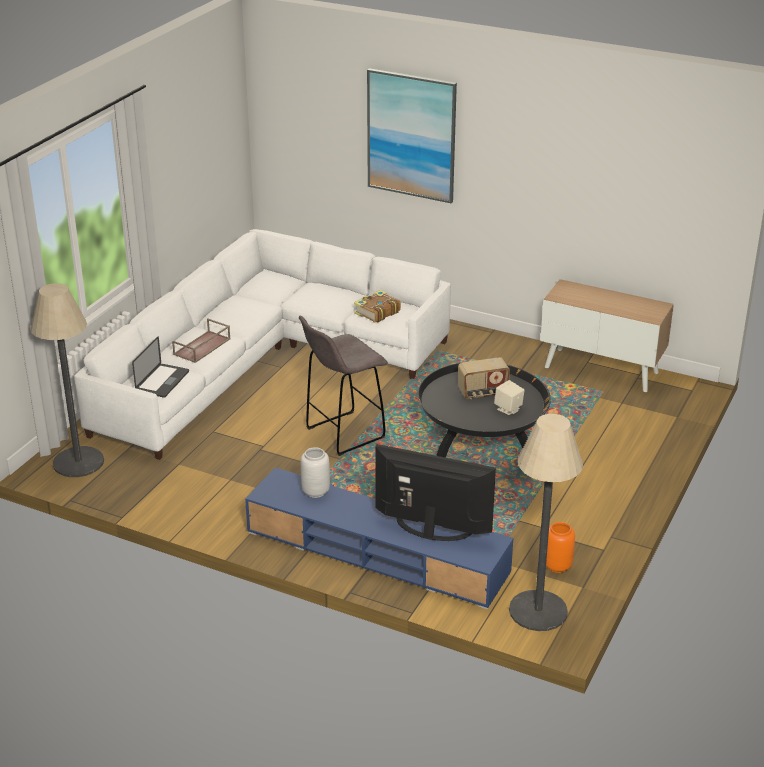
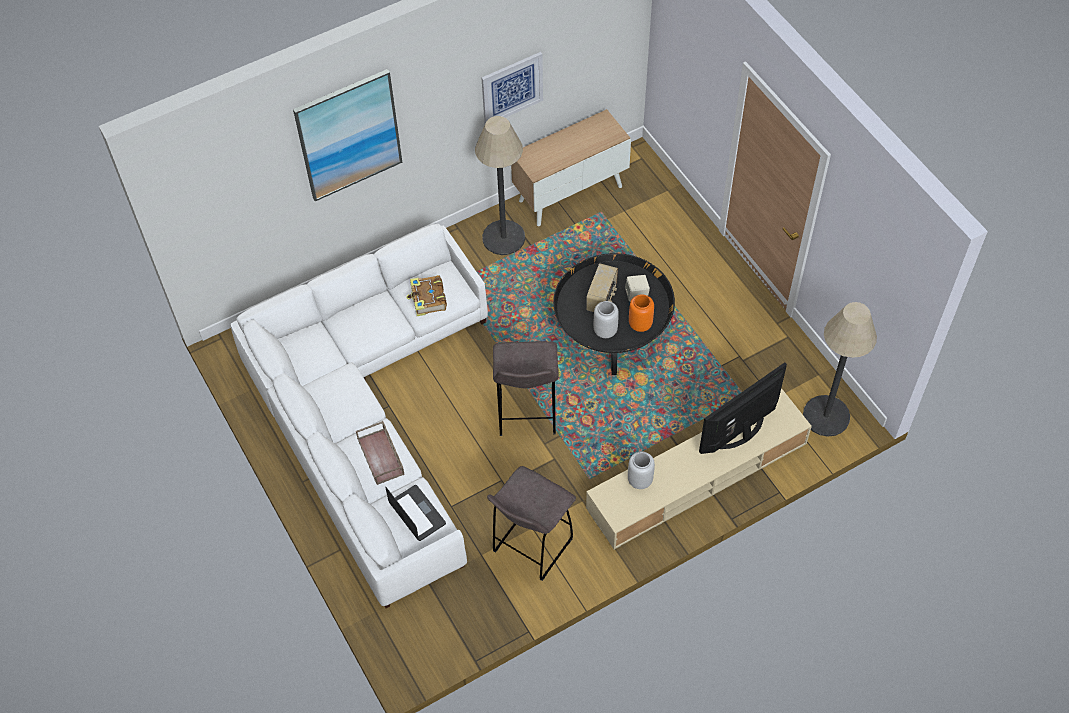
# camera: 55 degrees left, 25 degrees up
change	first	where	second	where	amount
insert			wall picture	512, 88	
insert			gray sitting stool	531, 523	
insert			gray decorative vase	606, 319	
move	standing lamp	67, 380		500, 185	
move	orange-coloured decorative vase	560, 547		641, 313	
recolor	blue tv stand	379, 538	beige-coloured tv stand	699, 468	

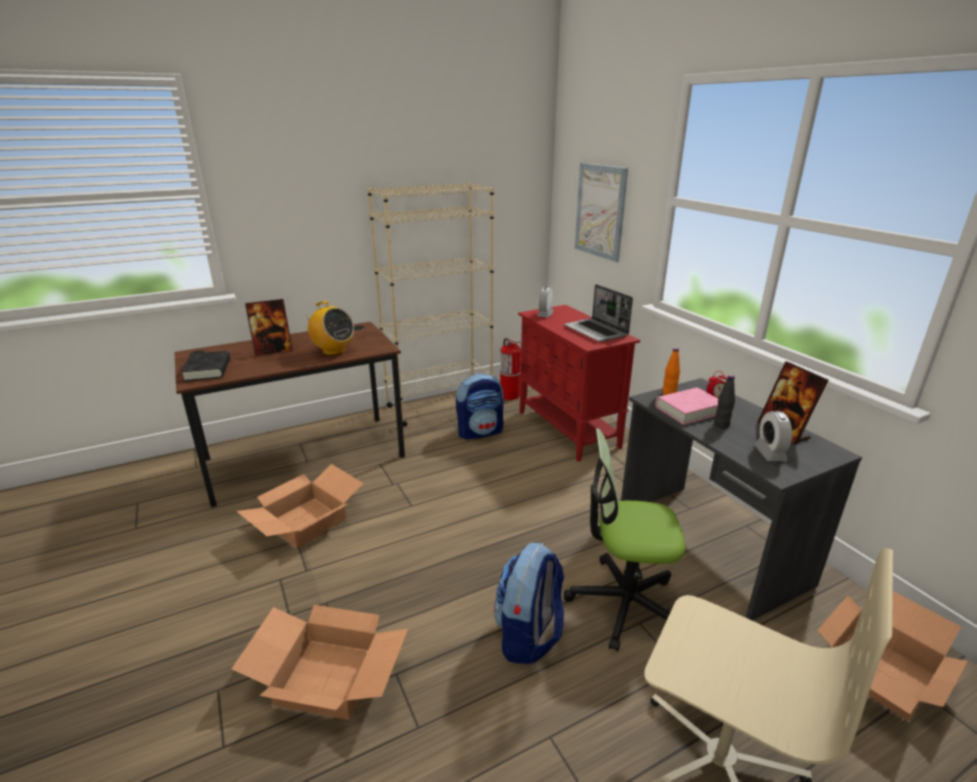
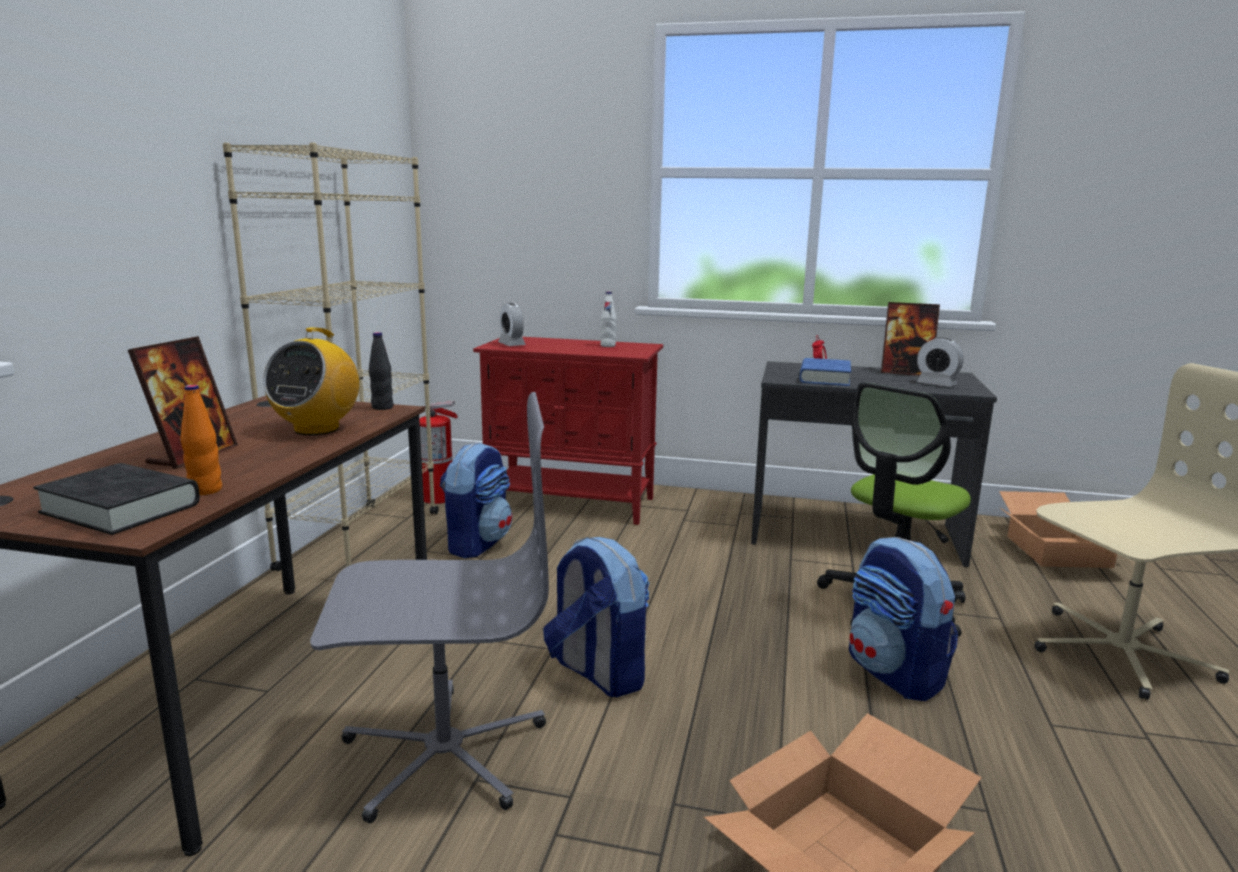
# camera: 50 degrees left, 10 degrees down
change	first	where	second	where	amount
delete	wall picture	601, 212			
insert			backpack	596, 617	
move	orange-coloured beverage bottle	671, 371		201, 440	
move	black-coloured beverage bottle	724, 402		381, 371	
replace	cardboard box	300, 506	gray office chair	429, 607	
replace	laptop	598, 313	whitish beverage bottle	608, 319	
recolor	pink bound book	687, 406	blue bound book	825, 372	
rotate	radio receiver	328, 328		311, 381	120 degrees clockwise

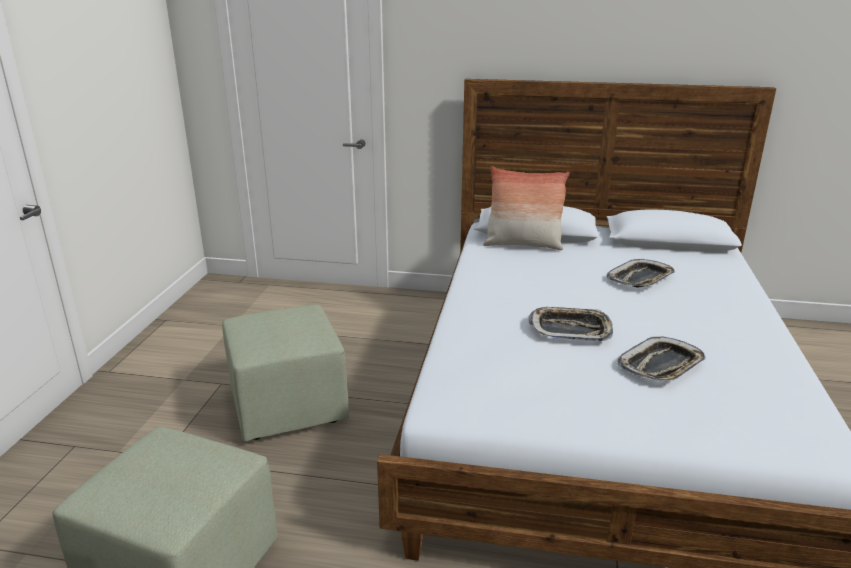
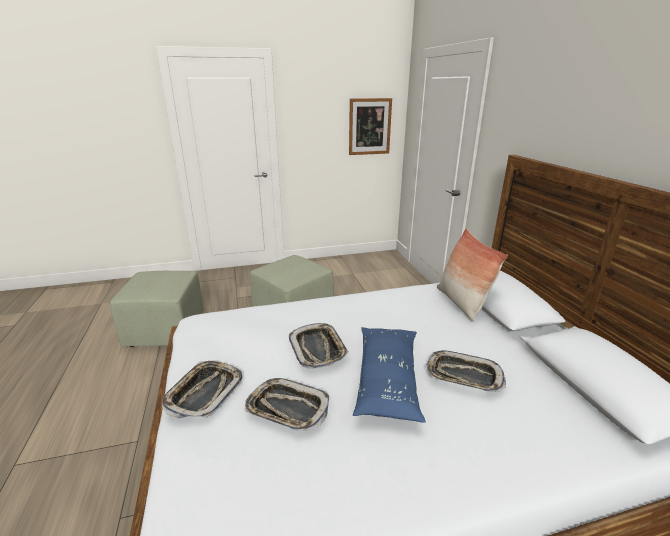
# camera: 65 degrees right, 0 degrees up
change	first	where	second	where	amount
insert			carrying tray	202, 390	
insert			wall picture	370, 126	
insert			blue pillow	389, 375	

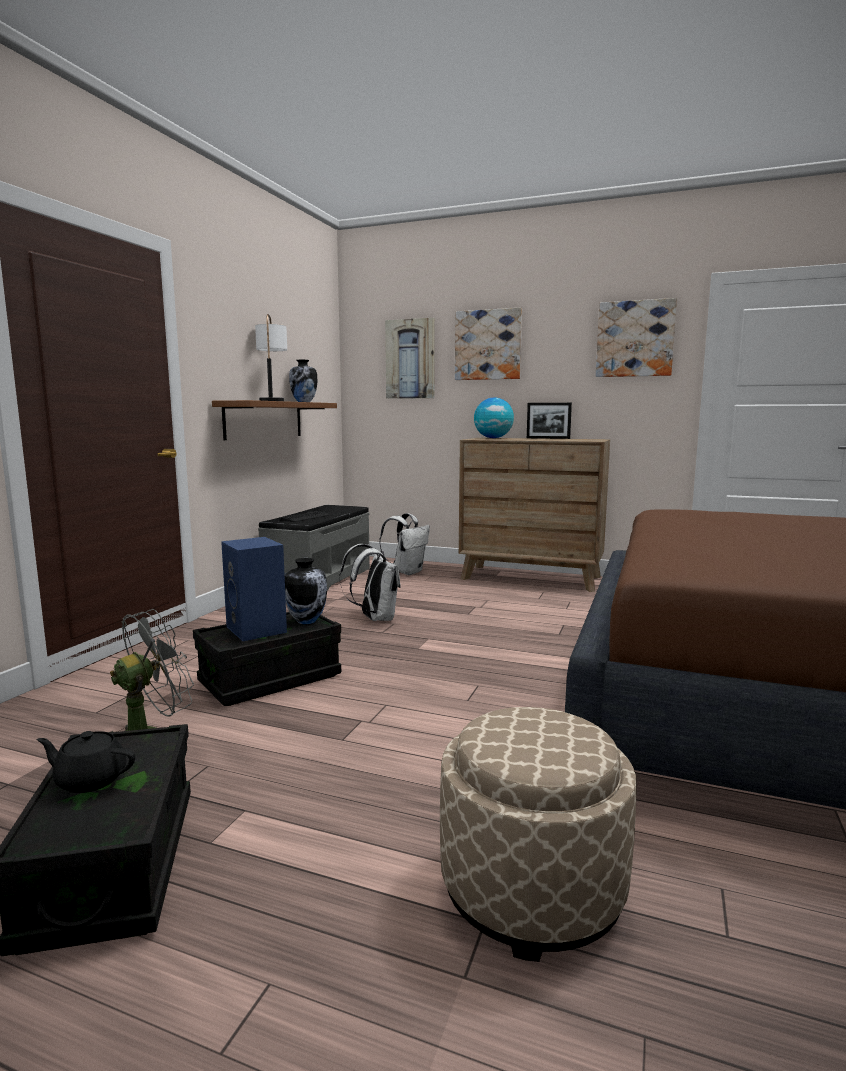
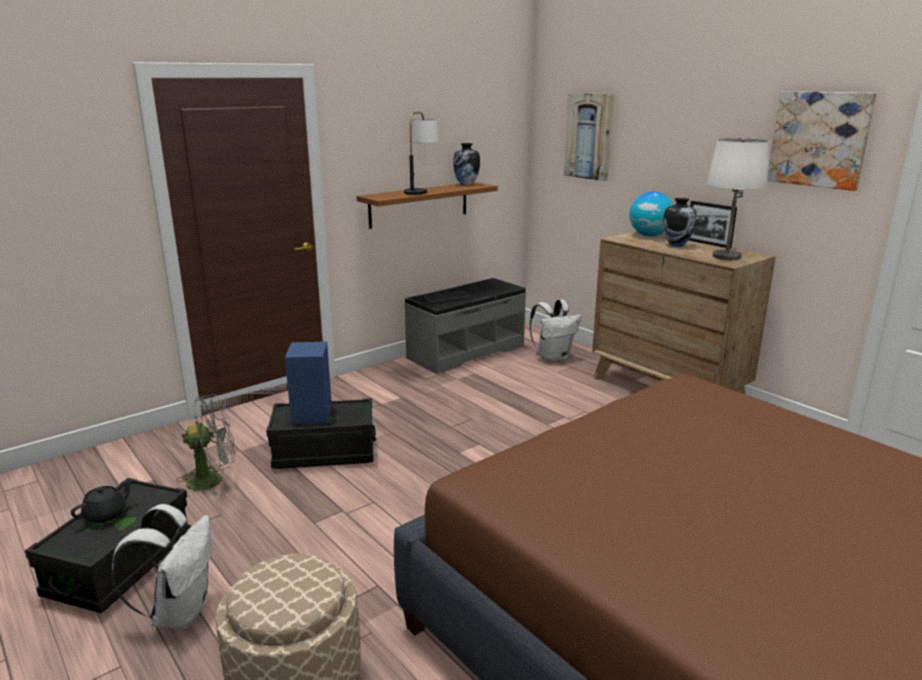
# camera: 30 degrees right, 10 degrees up
change	first	where	second	where	amount
delete	wall picture	488, 344			
insert			whitish tabletop lamp	738, 199	
move	decorative vase	306, 591		679, 222	
move	whitish backpack	369, 582		162, 567	
rotate	black-coloured teapot	86, 762		102, 501	90 degrees clockwise

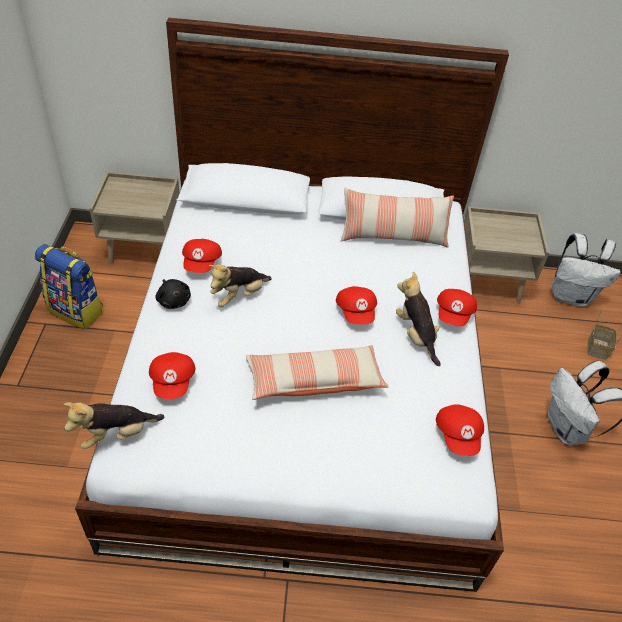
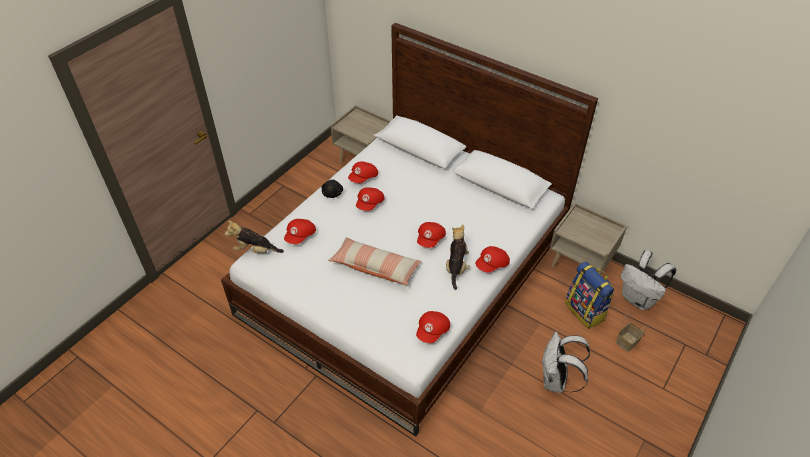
# camera: 35 degrees right, 0 degrees up
change	first	where	second	where	amount
delete	pillow	397, 218			
move	backpack	69, 286		589, 295	
replace	soft toy	240, 285	reddish peaked cap	370, 199	

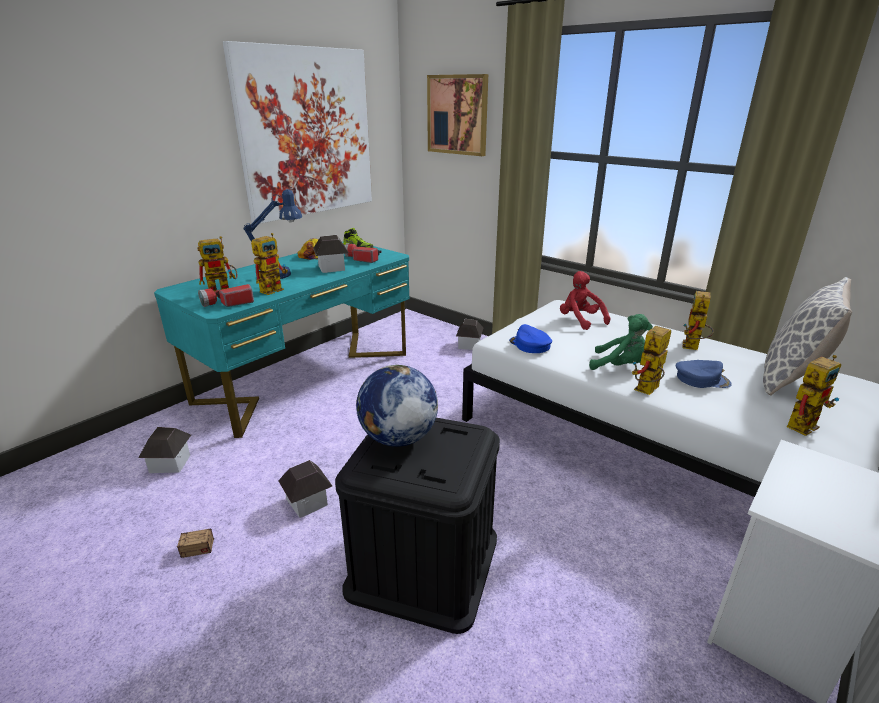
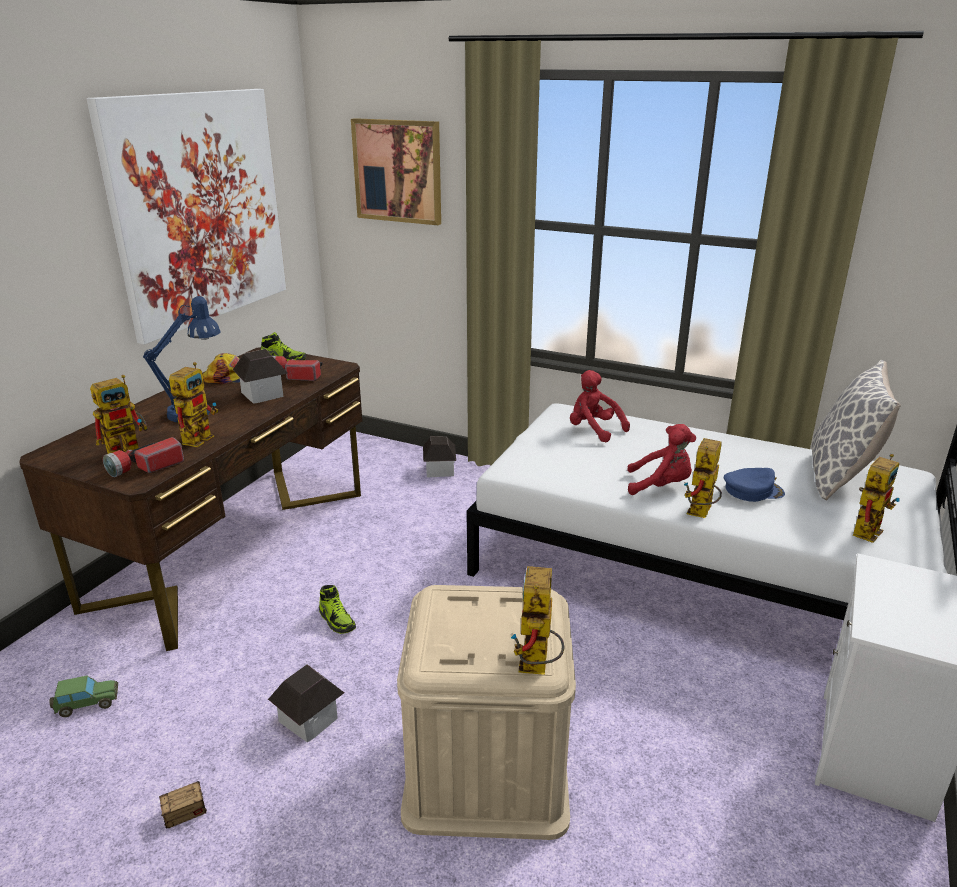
# camera: 15 degrees left, 0 degrees up
change	first	where	second	where	amount
delete	world globe	397, 406			
delete	blue peaked cap	530, 338			
insert			item of footwear	337, 609	
move	model robot	698, 320		538, 620	
replace	toy house	165, 450	model car	84, 696	
recolor	blue-green desk table	281, 339	brown desk table	190, 499	
recolor	black-coloured storage container	417, 526	beige-coloured storage container	486, 712	
recolor	green soft toy	621, 342	reddish soft toy	661, 459	

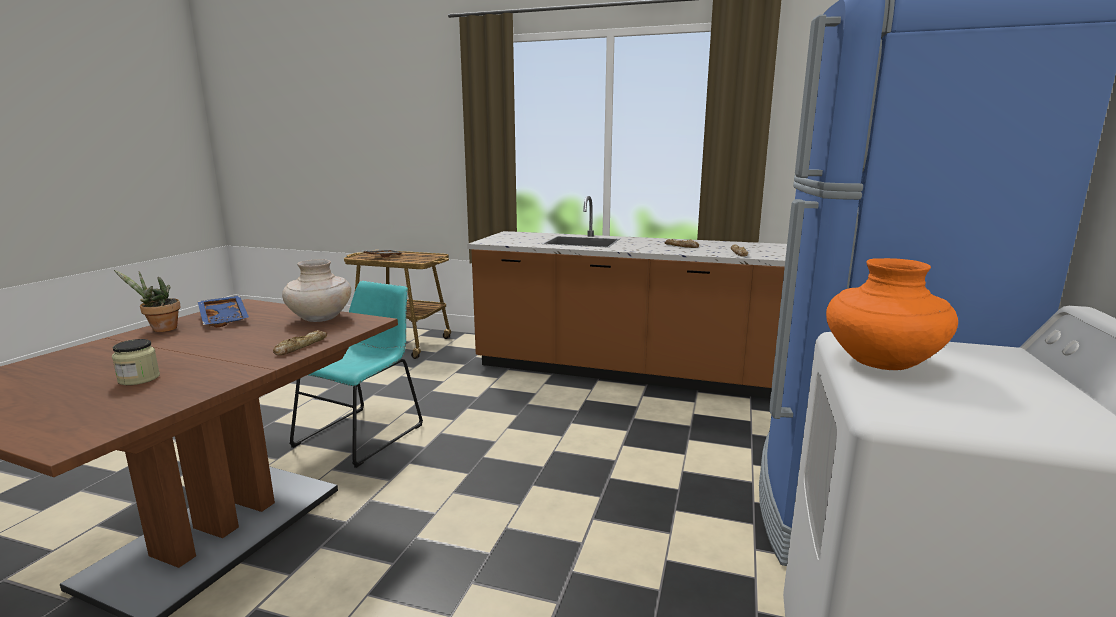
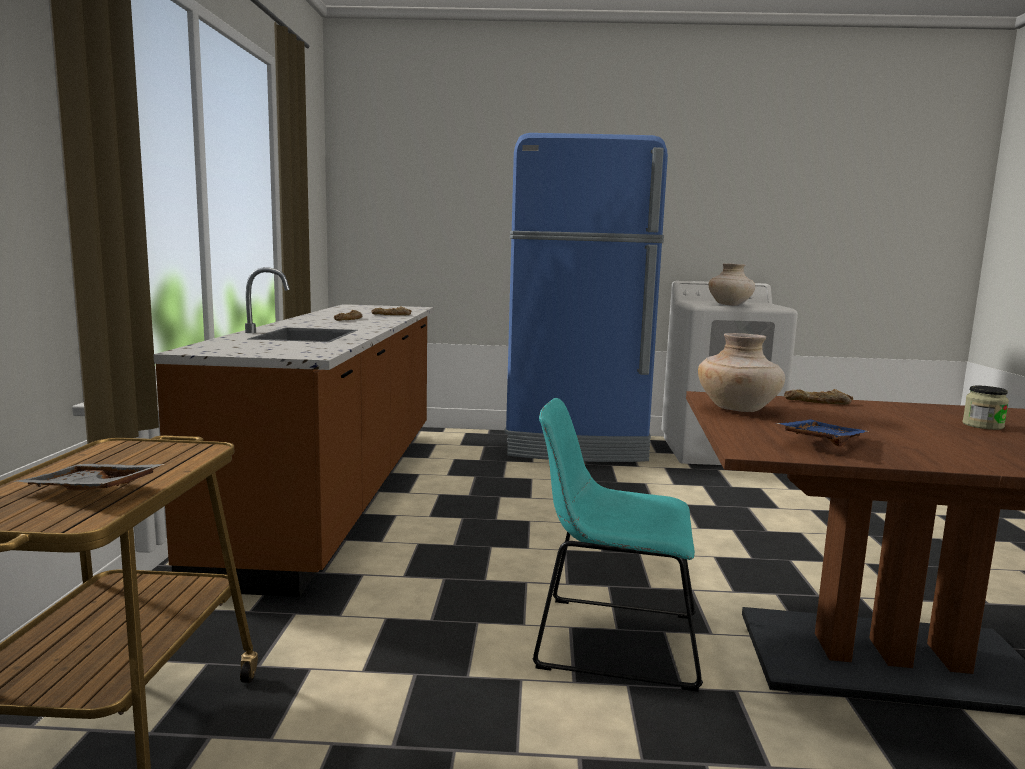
# camera: 105 degrees left, 5 degrees down
change	first	where	second	where	amount
delete	potted plant	147, 301			
recolor	orange-coloured decorative vase	892, 314	beige-coloured decorative vase	731, 284	

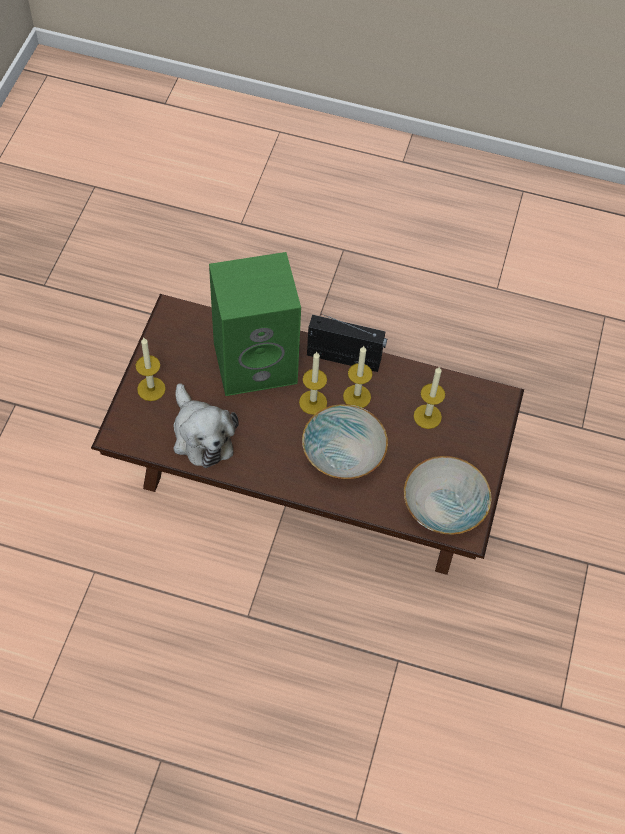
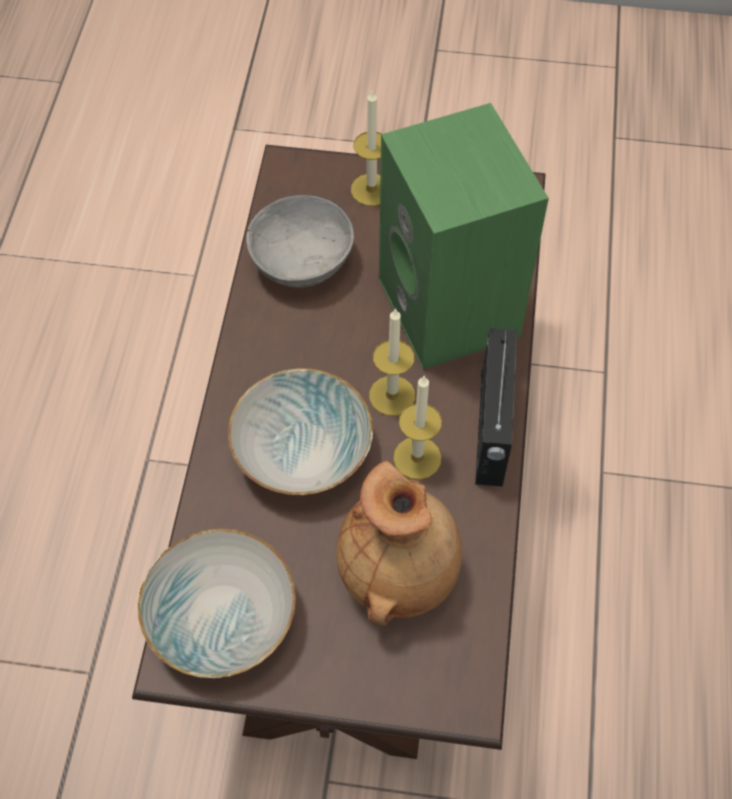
# camera: 85 degrees right, 0 degrees up
change	first	where	second	where	amount
replace	soft toy	206, 425	gray deep dish	300, 241	
replace	candle	429, 397	brown decorative vase	399, 543	

